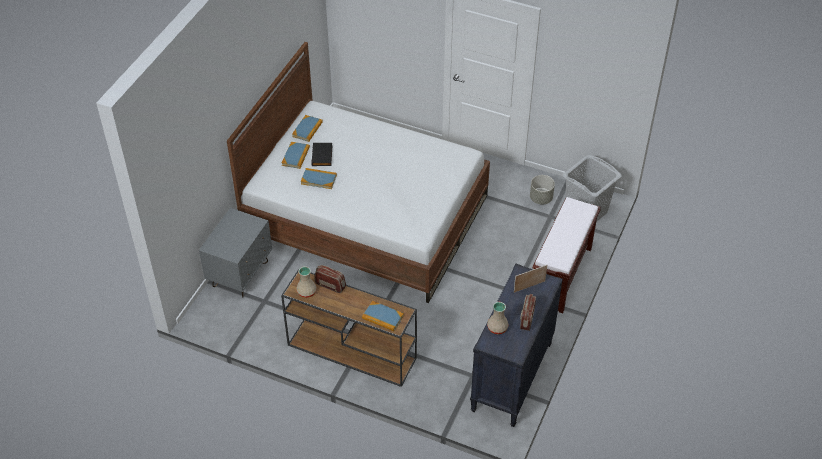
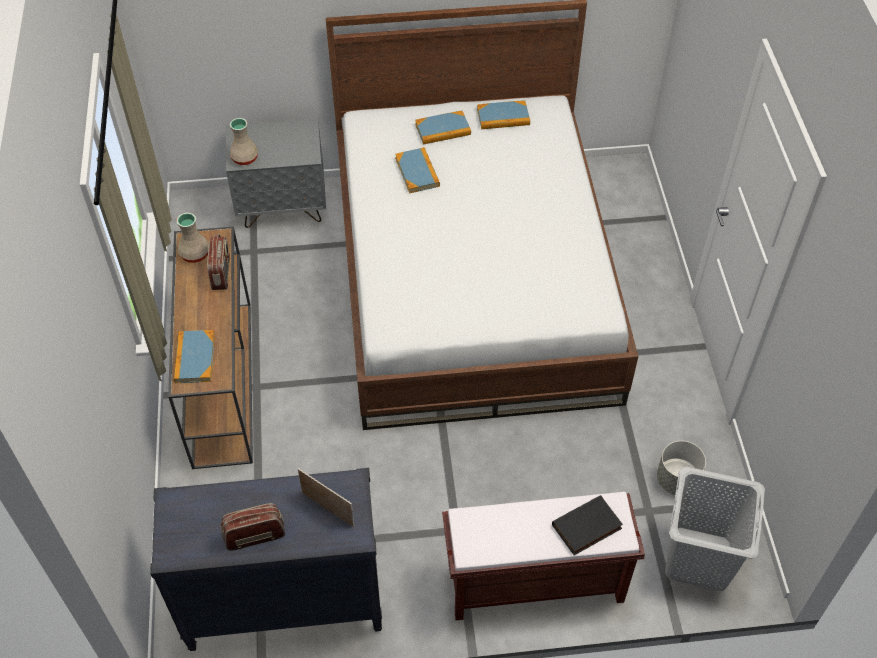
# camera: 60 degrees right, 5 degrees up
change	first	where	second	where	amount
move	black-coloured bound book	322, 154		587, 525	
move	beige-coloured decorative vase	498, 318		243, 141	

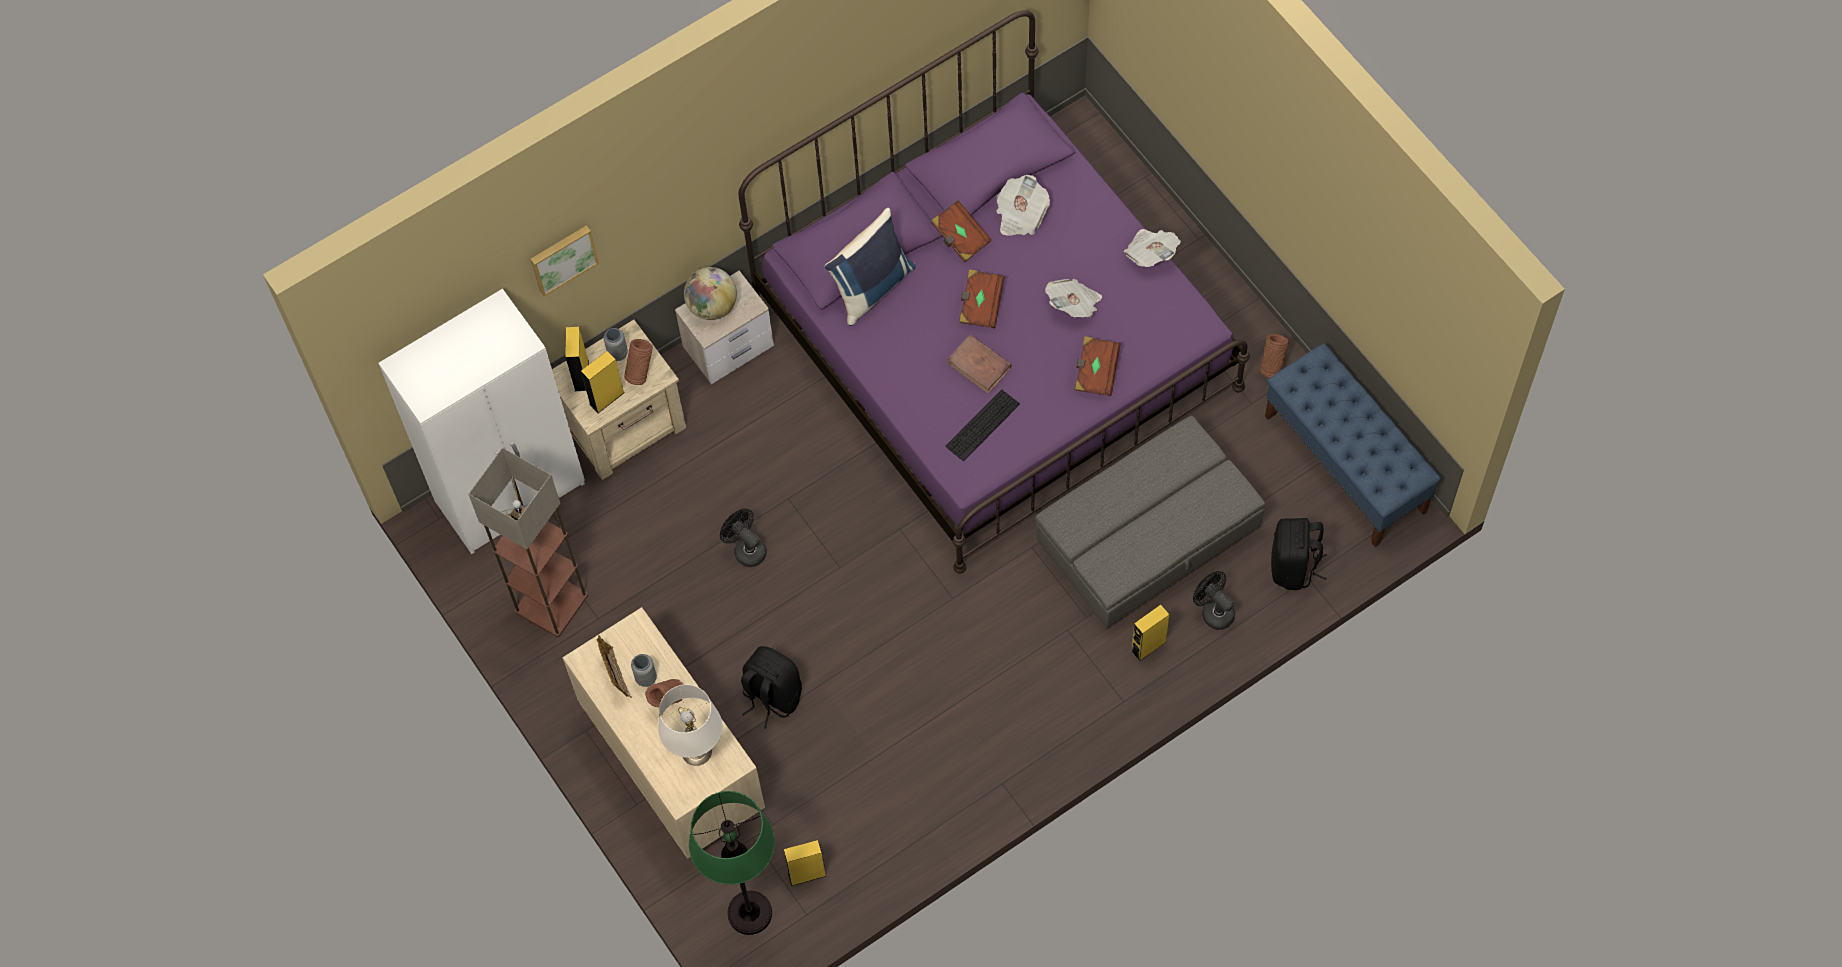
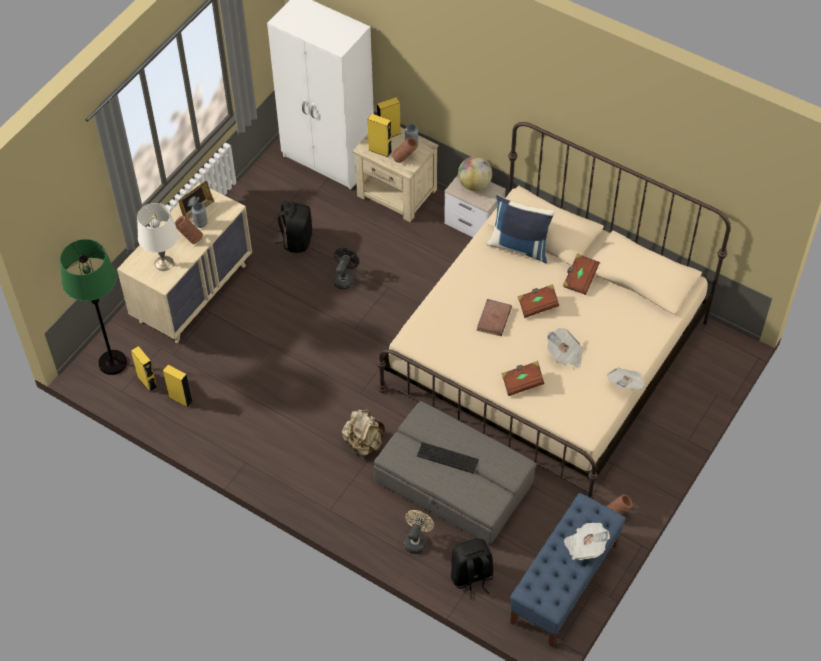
# camera: 65 degrees right, 10 degrees down
change	first	where	second	where	amount
delete	standing lamp	528, 542			
delete	wall picture	565, 261			
insert			beige-coloured backpack	363, 432	
move	black-coloured backpack	771, 687		293, 227	
move	PC keyboard	982, 425		448, 458	
move	daily paper	1023, 205		587, 541	
move	yellow audio speaker	1150, 633		178, 386	
recolor	purple-coloured sleeping bed	994, 292	beige-coloured sleeping bed	554, 311	
recolor	black-coloured electric fan	1214, 600	beige-coloured electric fan	419, 532	

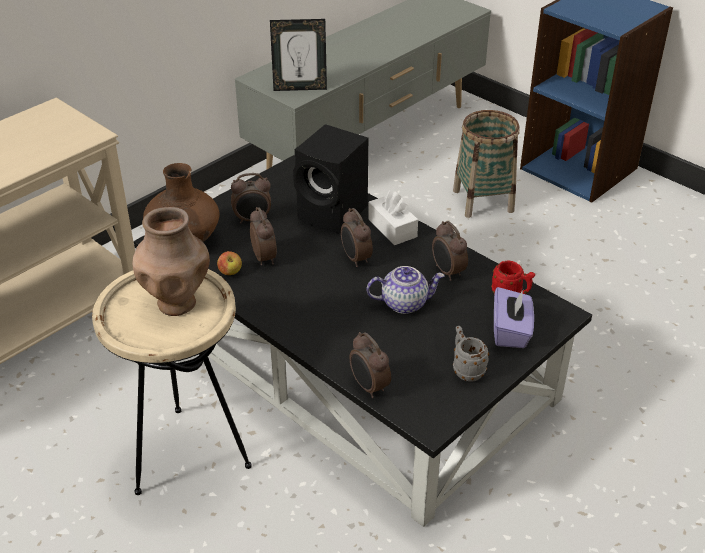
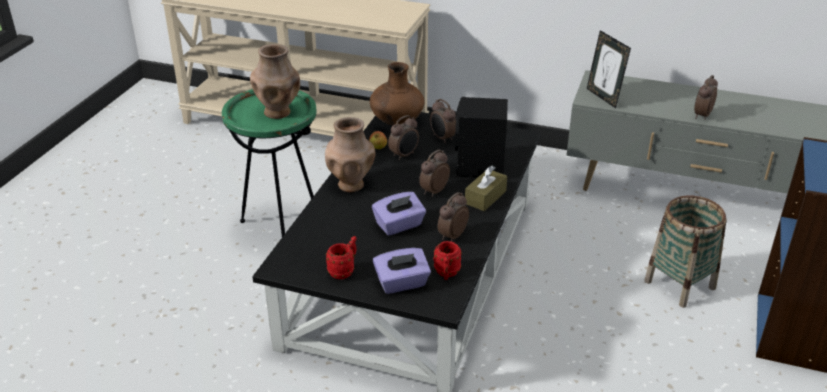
# camera: 65 degrees right, 5 degrees down
change	first	where	second	where	amount
insert			brown decorative vase	350, 154	
move	table clock	370, 365		706, 97	
replace	teapot	405, 290	purple-coloured tissue box	399, 214	
recolor	beige-coloured accent table	172, 382	green accent table	269, 163	
recolor	whitish tissue box	393, 217	brown tissue box	486, 188	
recolor	gray tea mug	471, 354	reddish tea mug	341, 257	

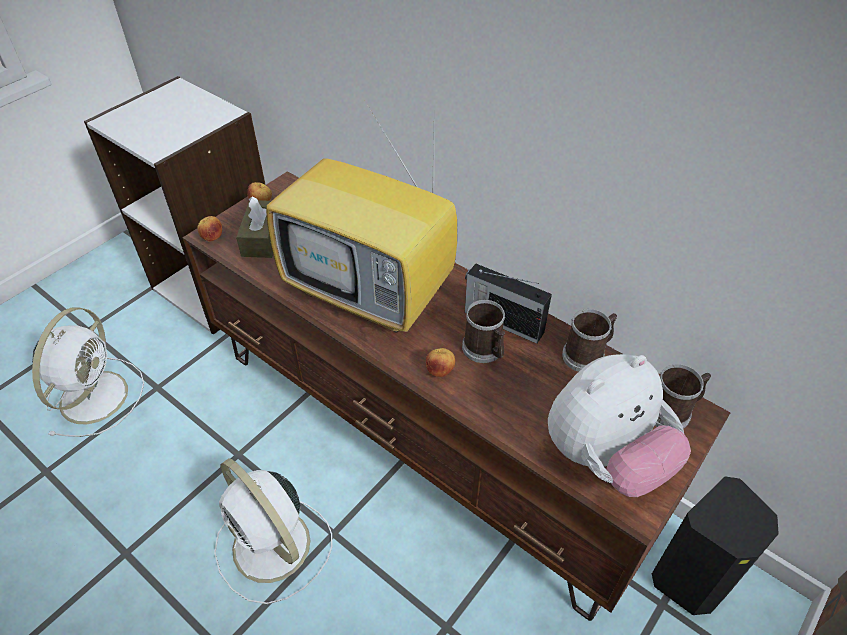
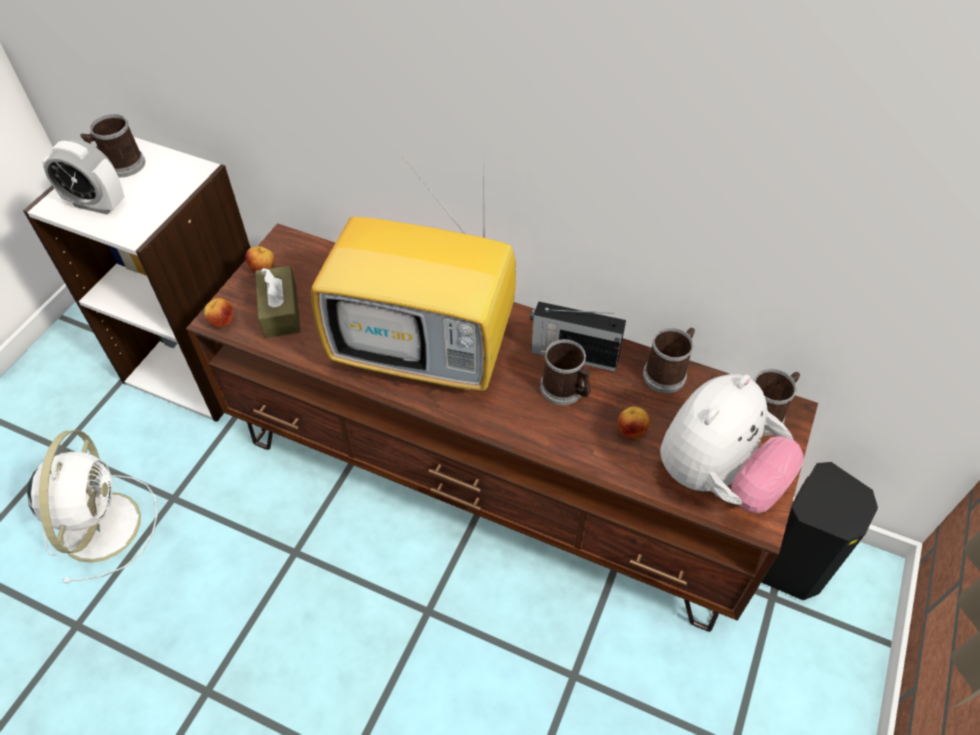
# camera: 15 degrees left, 5 degrees up
change	first	where	second	where	amount
delete	whitish electric fan	273, 531			
insert			table clock	83, 177	
insert			tea mug	112, 145	
move	apple fruit	440, 362		634, 422	

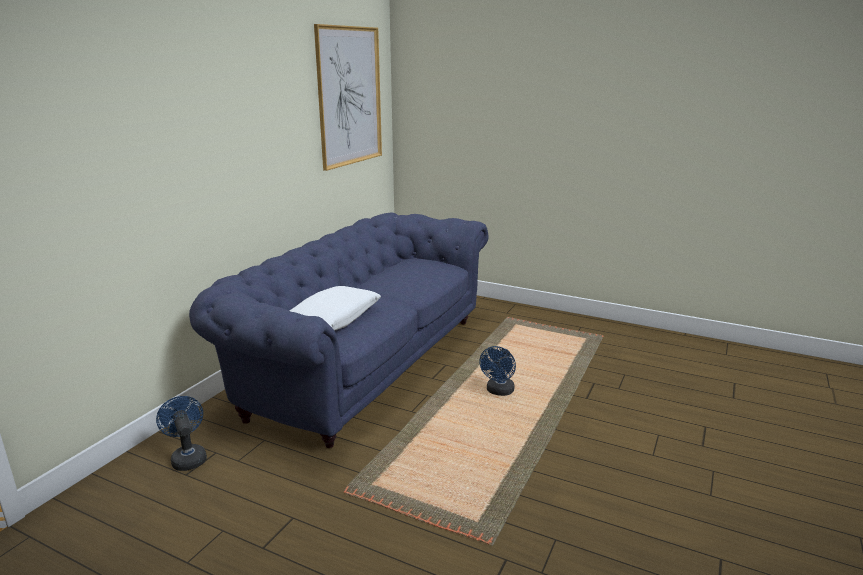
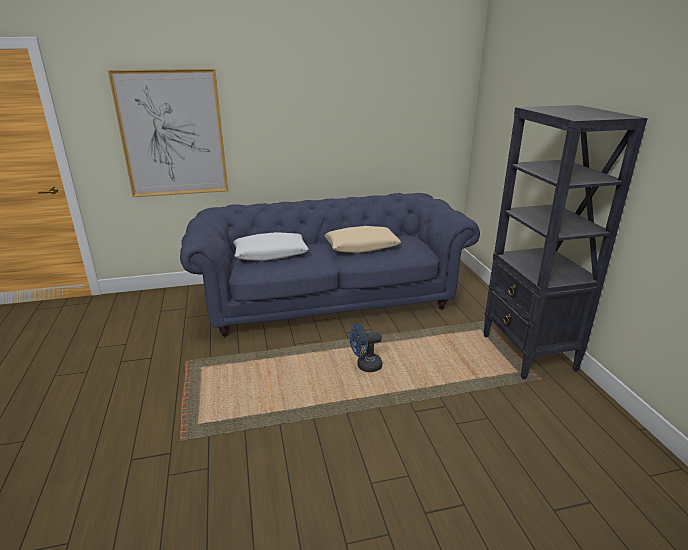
# camera: 50 degrees right, 5 degrees up
change	first	where	second	where	amount
delete	blue electric fan	181, 433			
insert			beige-coloured pillow	363, 239	
insert			black-coloured shelving unit	565, 242	
move	wall picture	348, 97		168, 132	

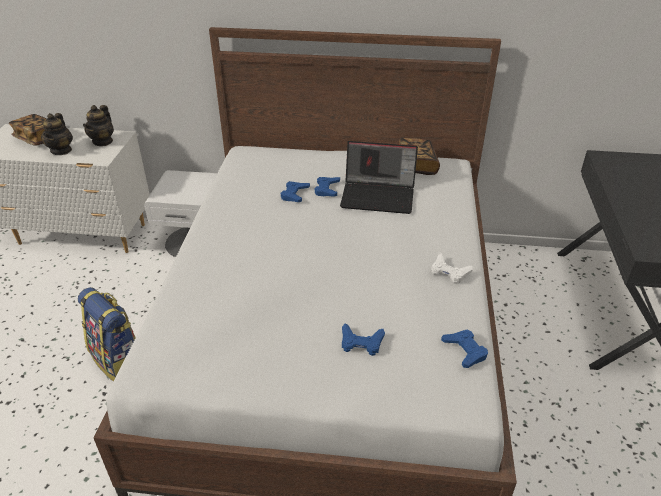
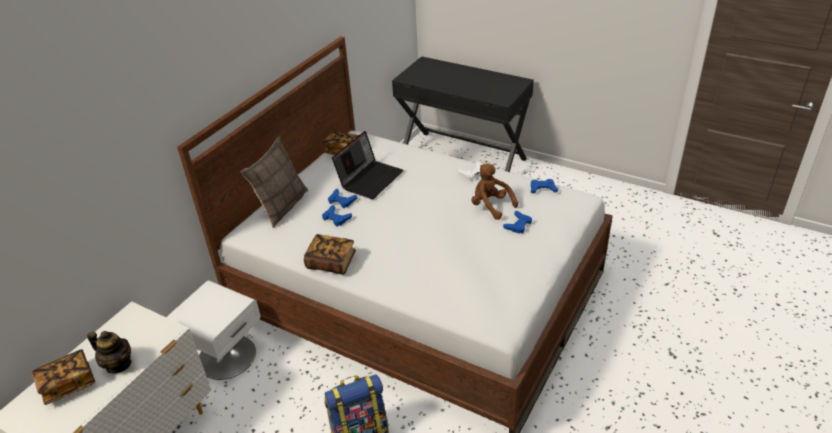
# camera: 65 degrees left, 0 degrees up
change	first	where	second	where	amount
delete	teapot	98, 125			
insert			pillow	274, 182	
insert			bound book	330, 254	
insert			brown soft toy	494, 192	

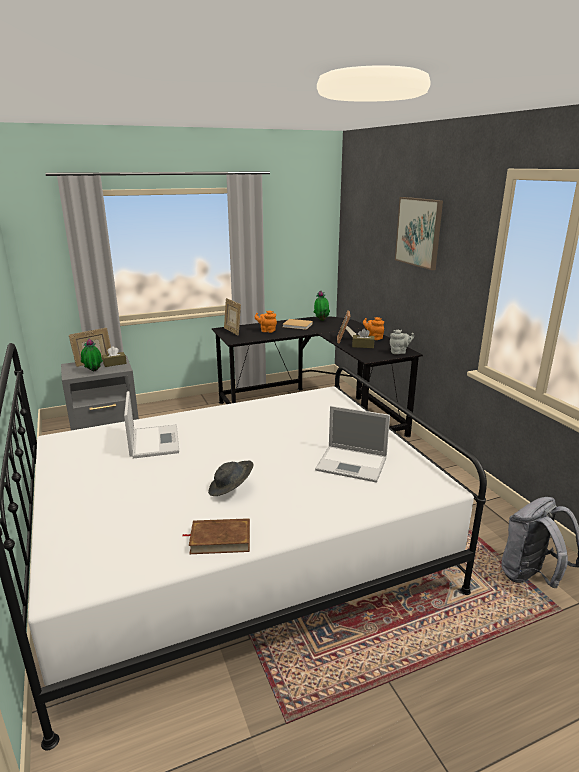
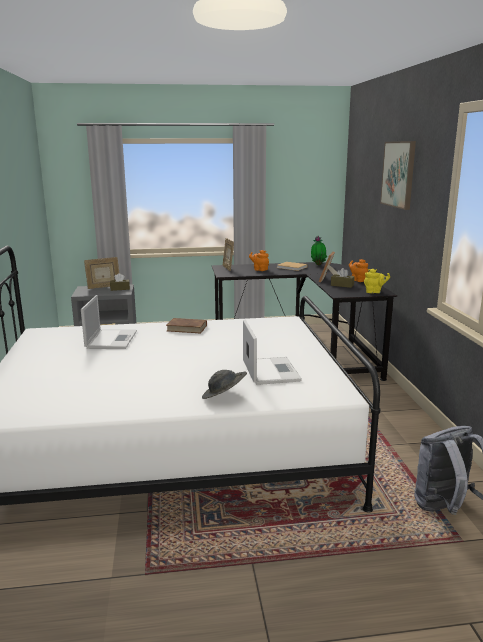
# camera: 15 degrees right, 5 degrees down
change	first	where	second	where	amount
delete	potted plant	92, 355			
move	brown bound book	216, 536		186, 325	
move	gray wearable hat	231, 478		224, 384	
recolor	gray teapot	402, 342	yellow teapot	377, 281	
rotate	laptop	352, 444		272, 352	135 degrees counterclockwise

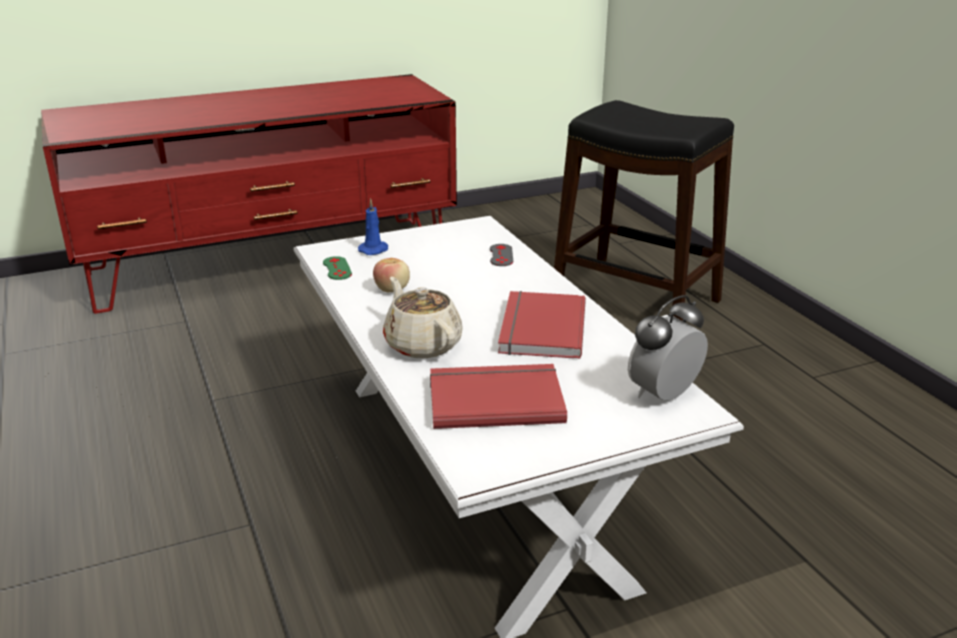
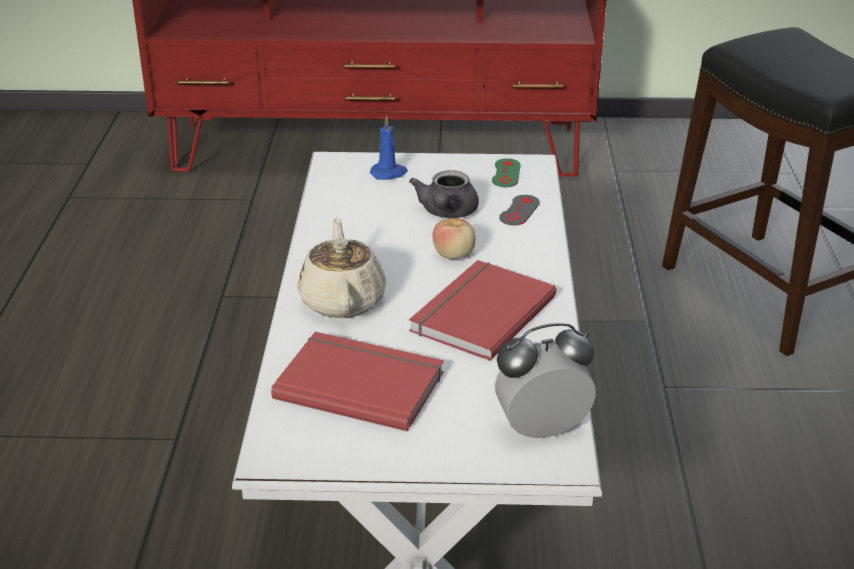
# camera: 25 degrees right, 5 degrees up
change	first	where	second	where	amount
insert			gray teapot	444, 194	
move	green joypad	337, 268		506, 172	
move	apple fruit	391, 275		454, 238	

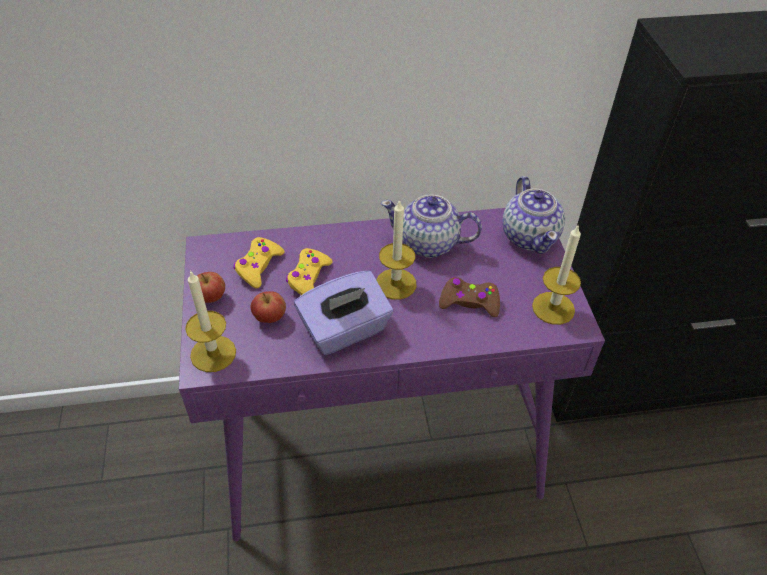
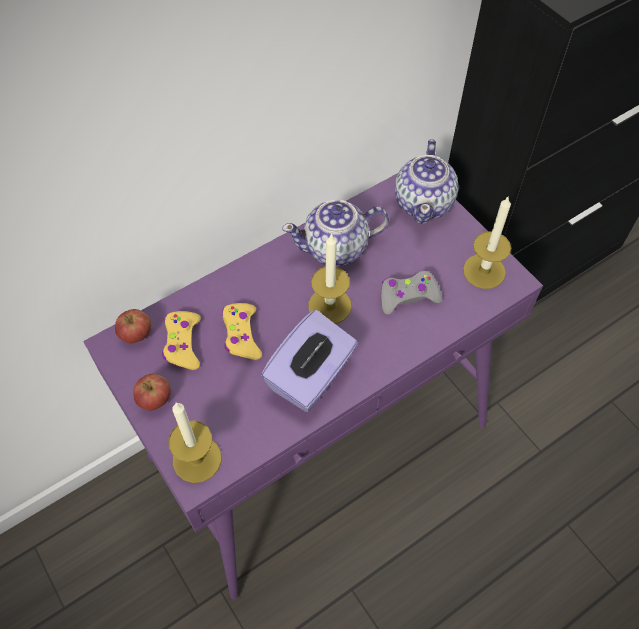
# camera: 25 degrees left, 10 degrees up
change	first	where	second	where	amount
move	apple fruit	268, 307		133, 326	
recolor	brown joypad	469, 297	gray joypad	411, 293	
rotate	teapot	534, 215		427, 181	45 degrees clockwise

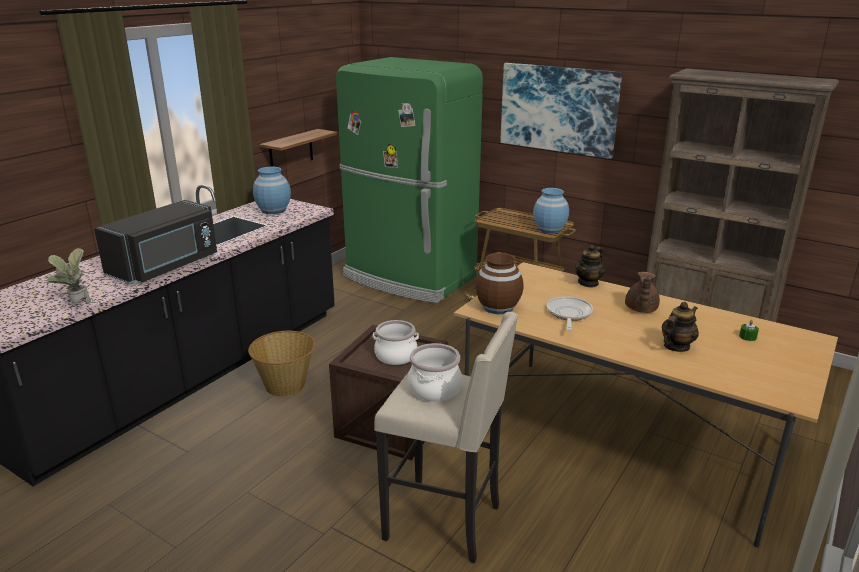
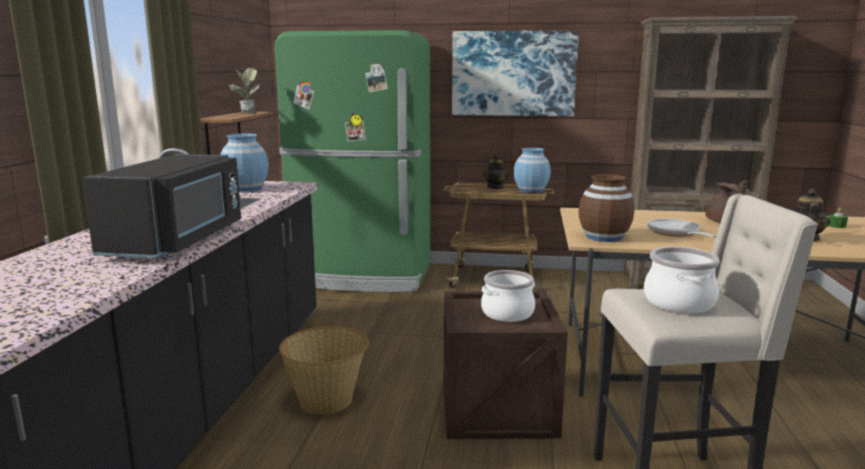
# camera: 25 degrees left, 10 degrees down
change	first	where	second	where	amount
move	potted plant	68, 275		244, 91	
move	teapot	590, 266		495, 171	

